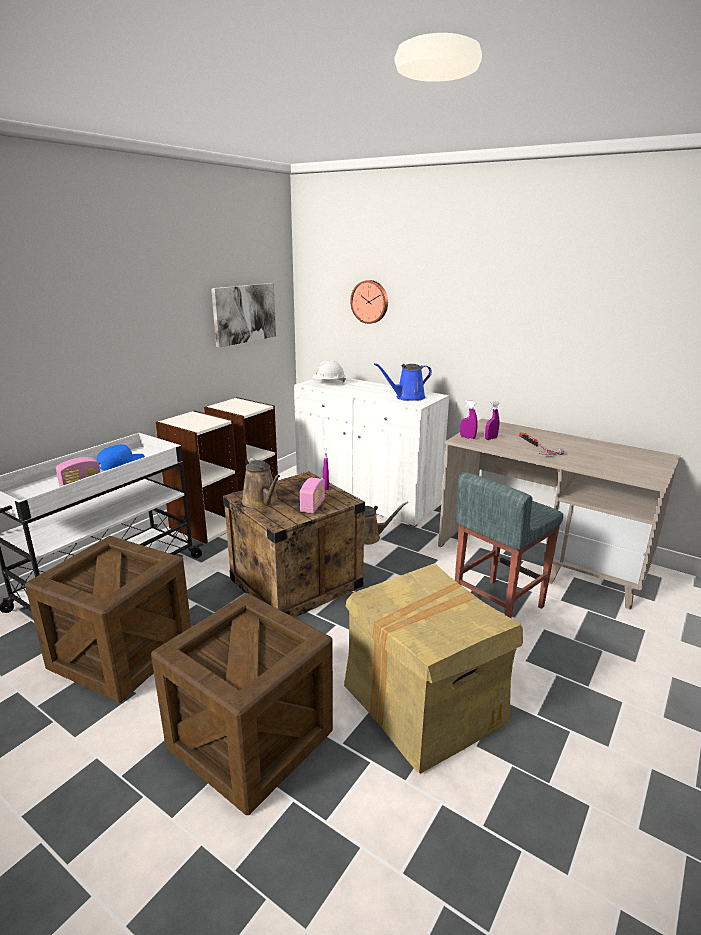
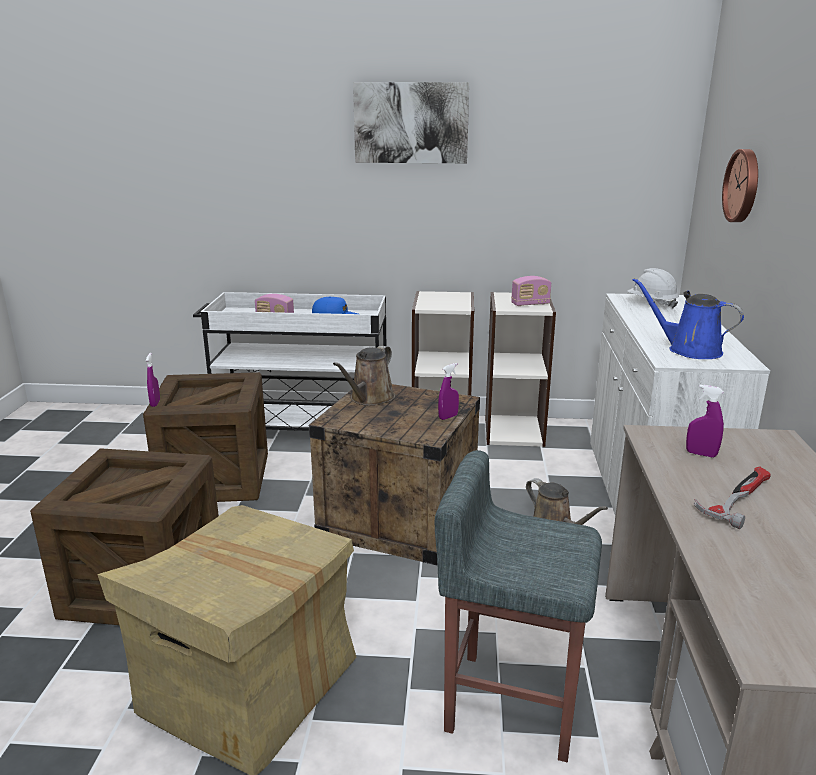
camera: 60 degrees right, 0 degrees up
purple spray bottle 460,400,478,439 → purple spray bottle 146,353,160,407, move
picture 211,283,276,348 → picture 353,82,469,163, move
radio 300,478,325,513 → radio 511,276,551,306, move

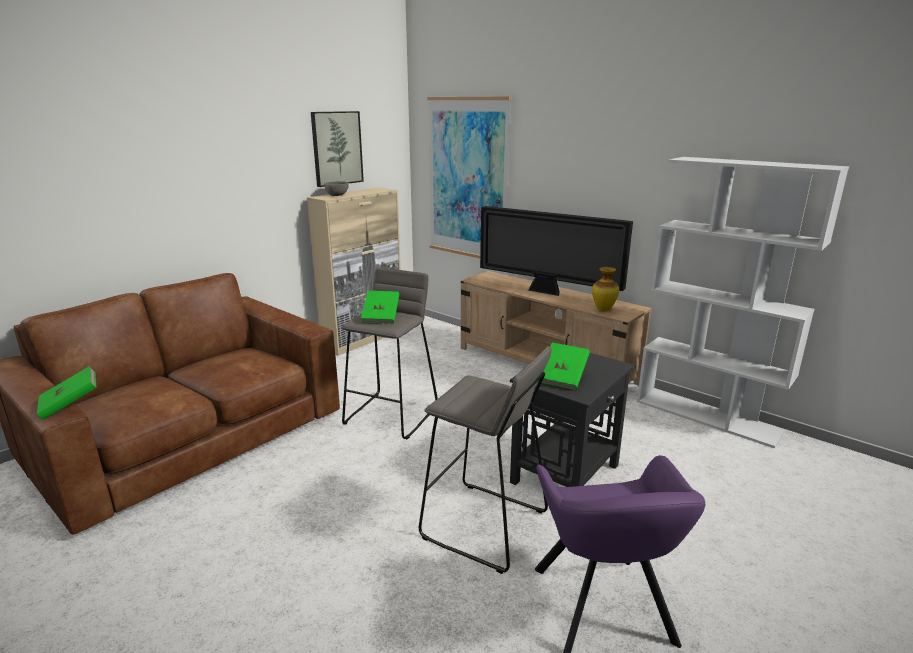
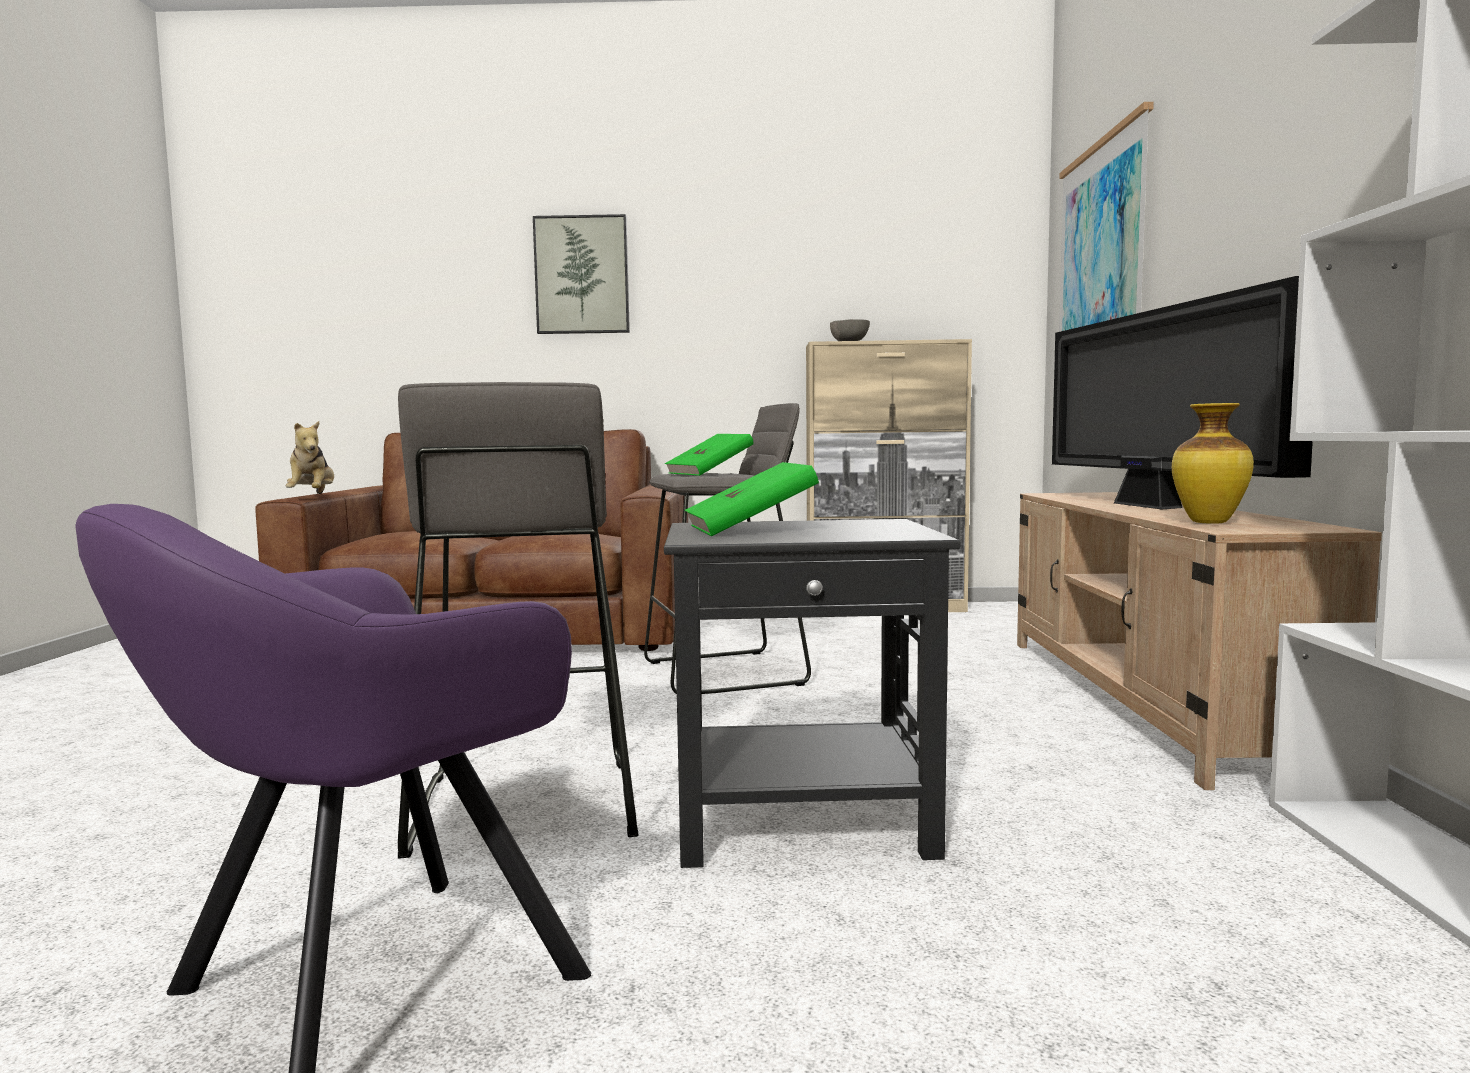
camera: 50 degrees right, 15 degrees down
green book 37,366,96,420 → plush toy 286,421,334,494
picture 311,111,364,187 → picture 533,214,630,334, move

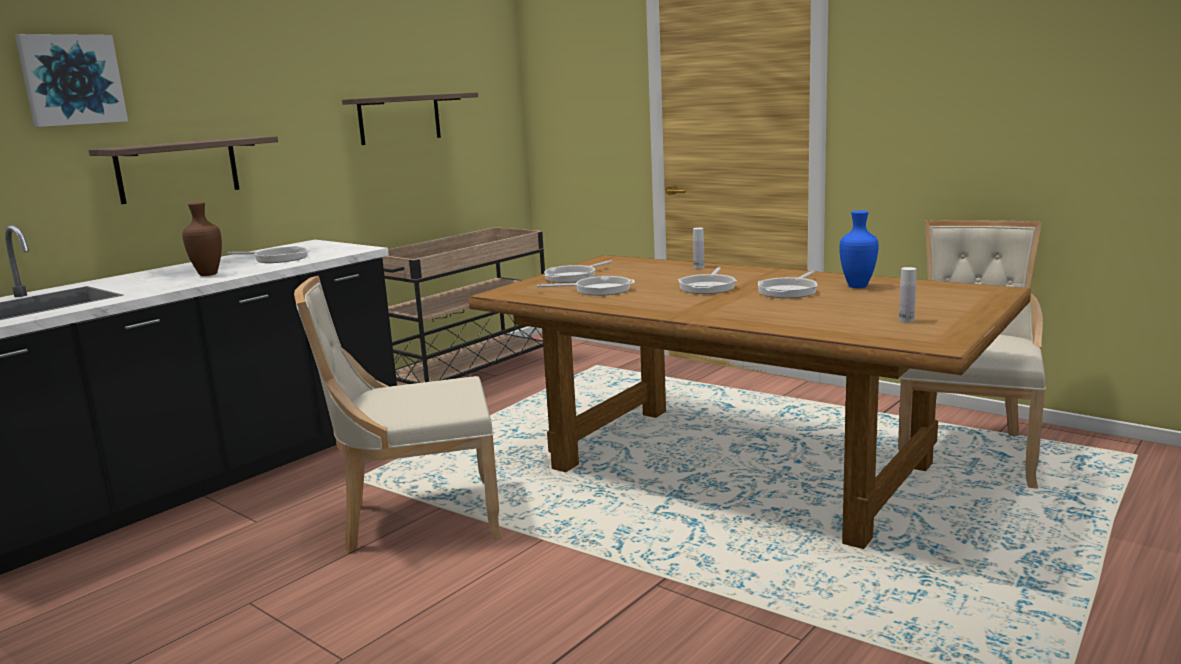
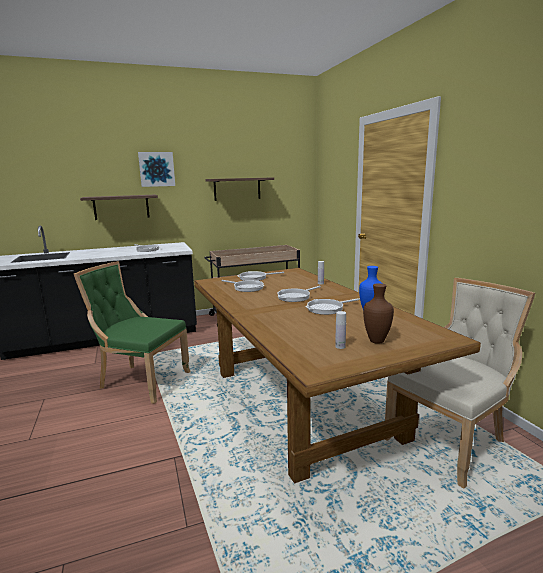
camera: 30 degrees right, 0 degrees up
beige chair 294,276,503,552 → green chair 74,261,191,404
picture 15,34,128,127 → picture 138,152,175,187, move
brown vase 182,202,222,276 → brown vase 363,283,394,344, move

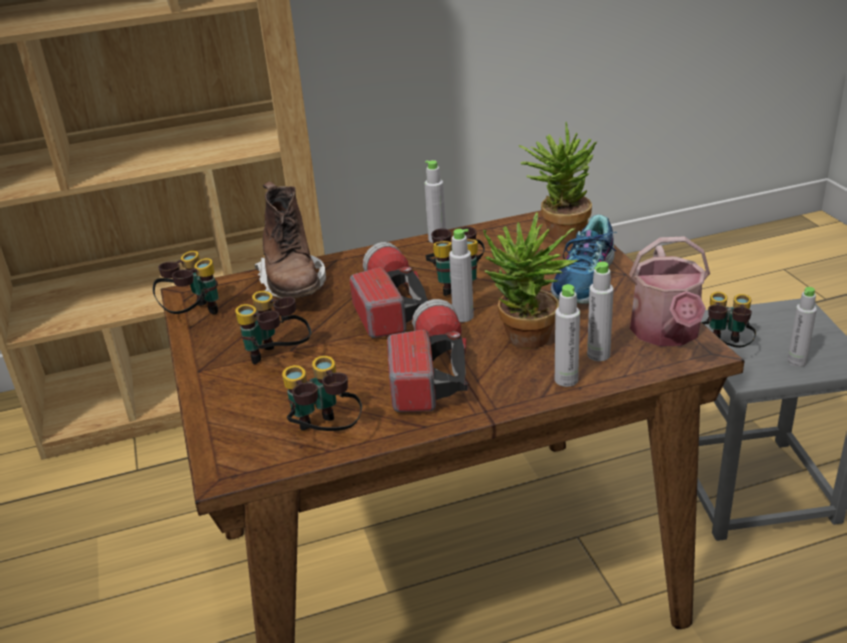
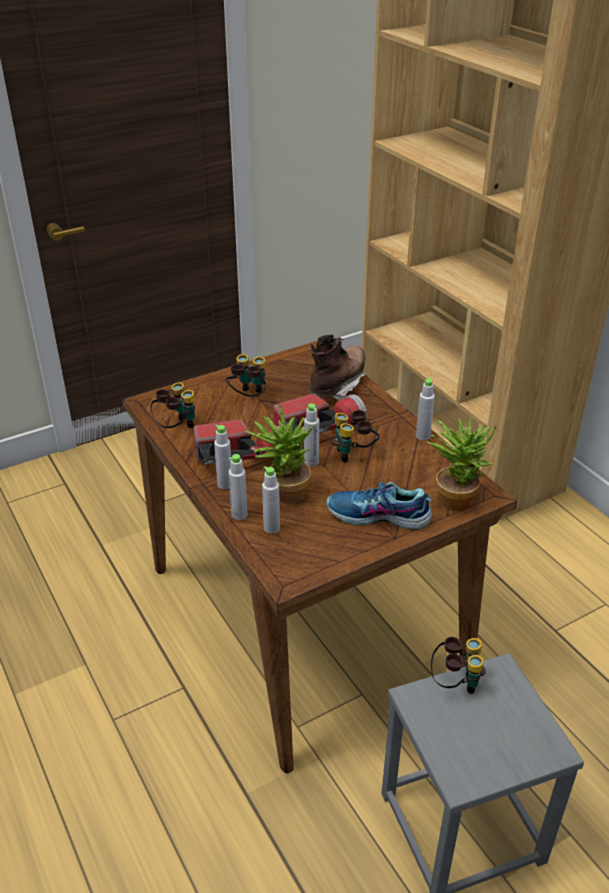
camera: 75 degrees right, 5 degrees up
grey bottle 787,287,817,367 → grey bottle 214,424,231,489, move
brown boot 255,182,326,298 → brown boot 309,334,366,401, 150 degrees clockwise
binoculars 153,251,218,314 → -
watering can 629,236,710,346 → -

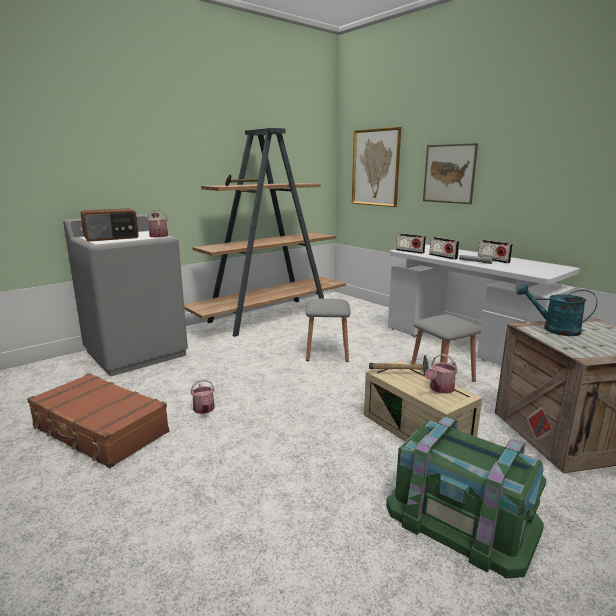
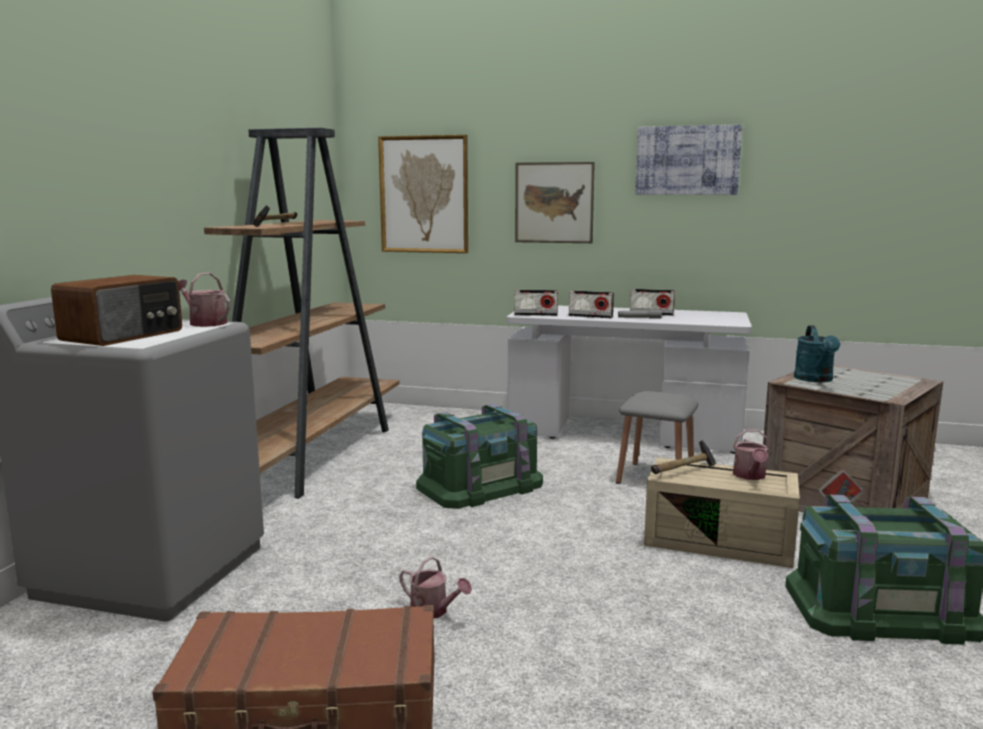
camera: 35 degrees left, 5 degrees down
grey stool 305,298,351,362 → green storage box 416,404,543,509
- → picture 635,124,742,195
turquoise watering can 517,283,597,336 → turquoise watering can 794,326,840,382, 75 degrees counterclockwise

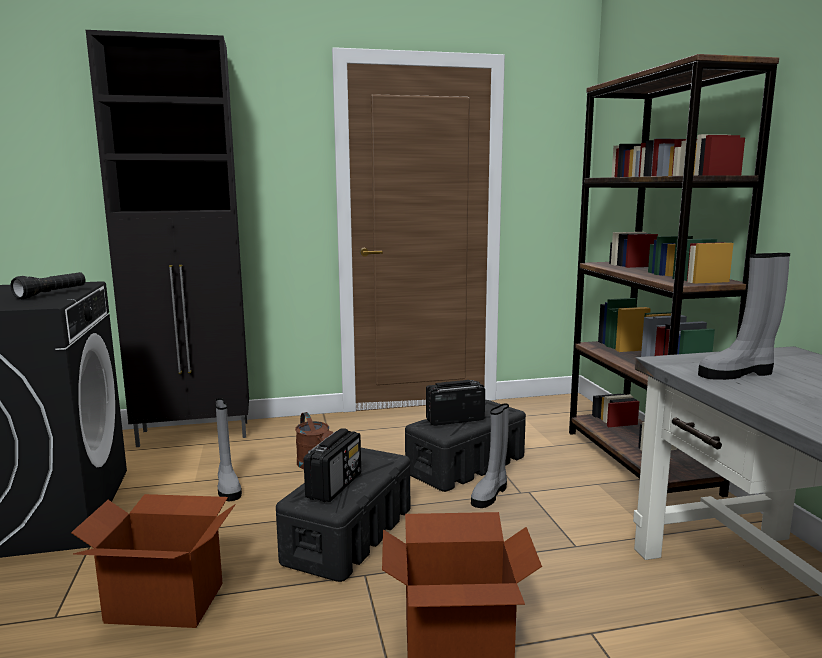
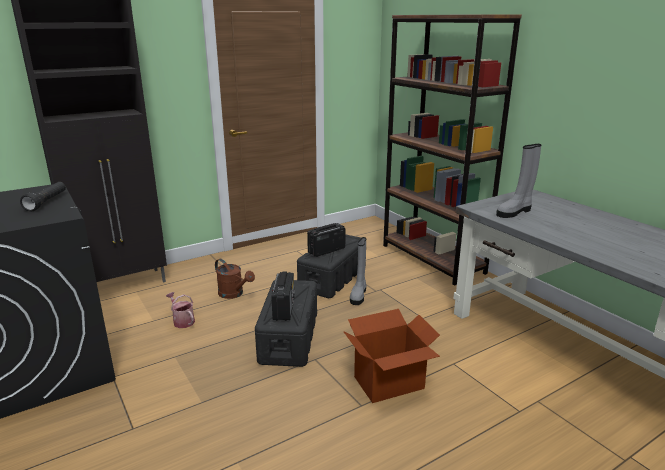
camera: 20 degrees left, 10 degrees up
grey boot 215,398,242,501 → watering can 166,292,195,328
cardboard box 71,494,236,628 → -

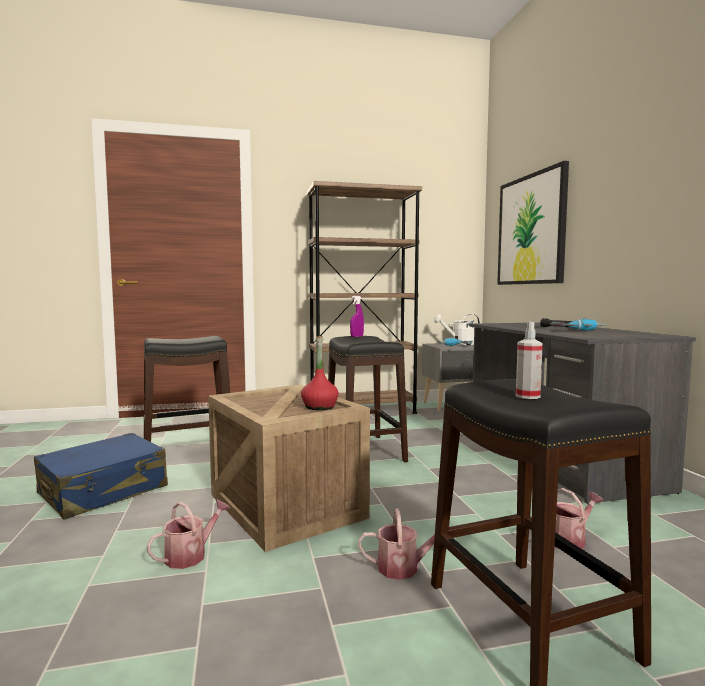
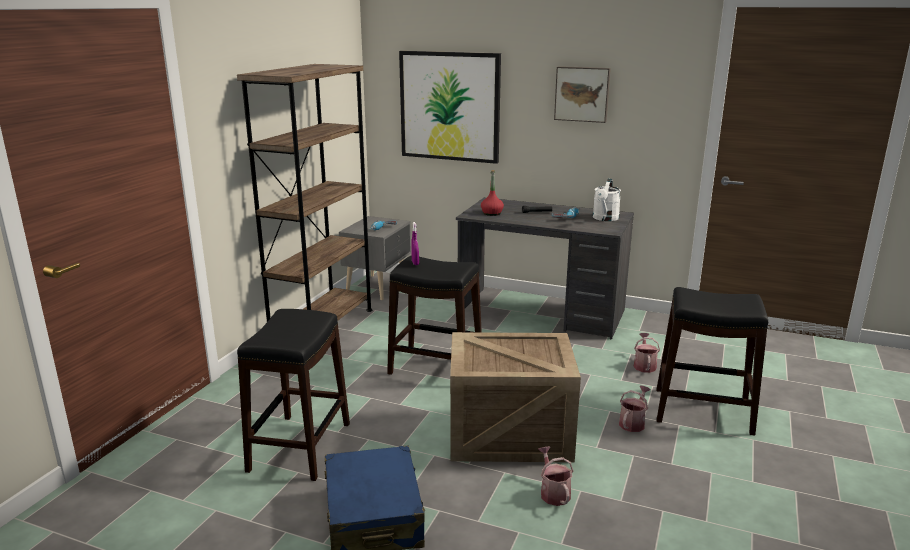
camera: 55 degrees left, 15 degrees up
red bottle 301,336,339,410 → red bottle 481,170,504,216, move
- → picture 554,66,611,123
white watering can 434,314,480,345 → white watering can 593,179,621,221, move
spray bottle 516,322,543,399 → -

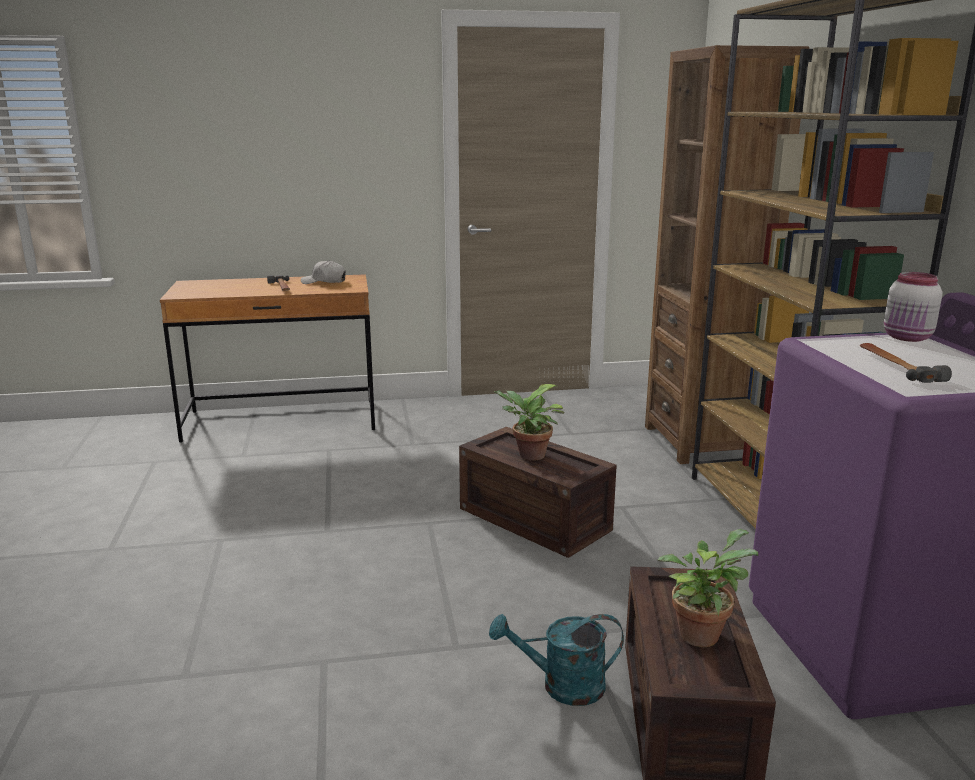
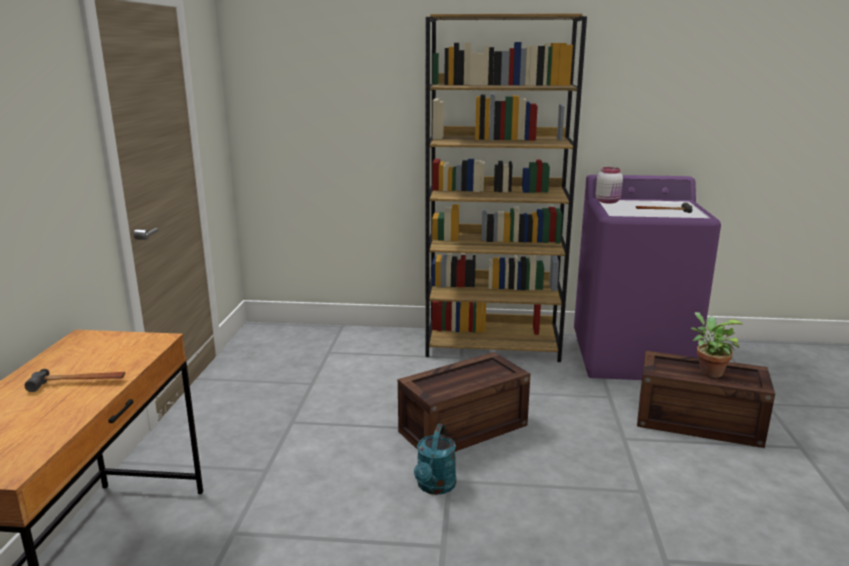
camera: 75 degrees left, 0 degrees up
turquoise watering can 489,614,624,706 → turquoise watering can 414,424,456,495, move
white cap 301,260,346,284 → -
potted plant 494,384,565,461 → -
brown bookcase 645,45,809,464 → -

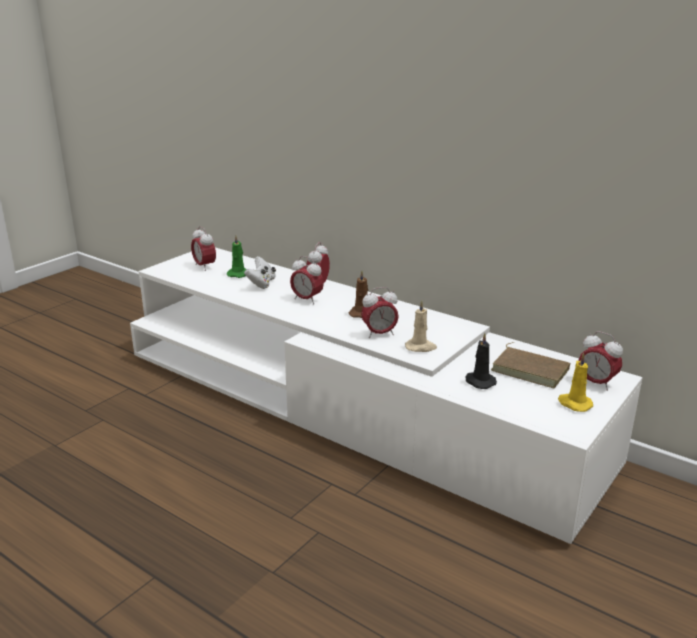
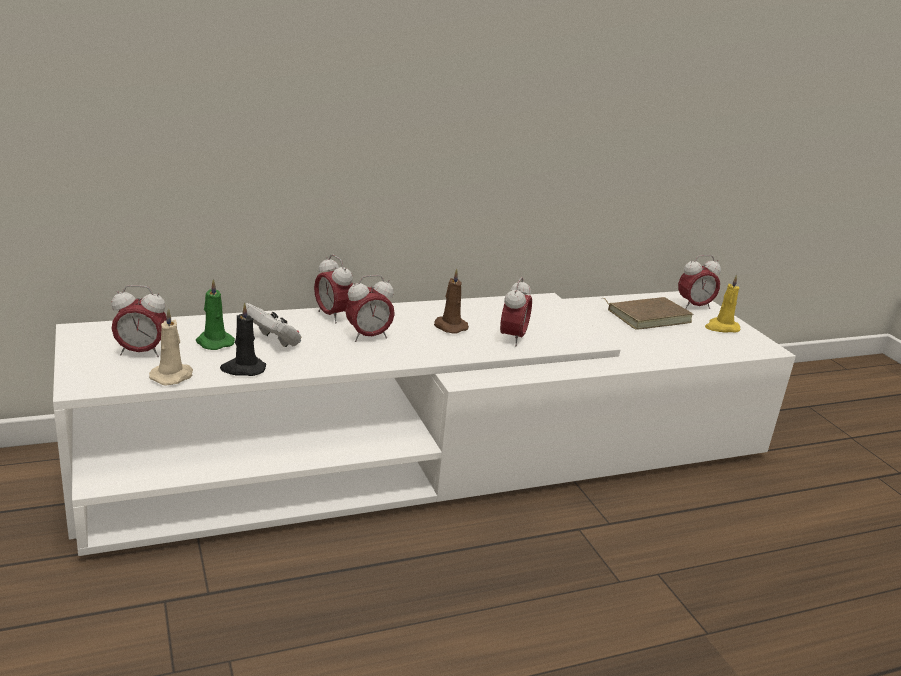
camera: 60 degrees left, 0 degrees up
beige candle 405,300,437,352 → beige candle 149,308,193,386, move
black candle 466,333,497,389 → black candle 220,302,266,376, move

